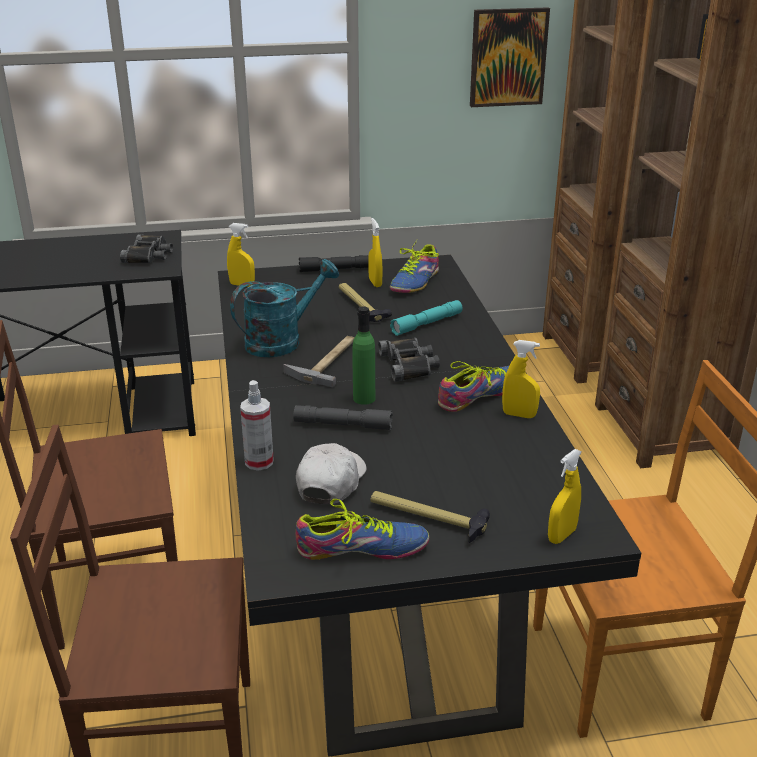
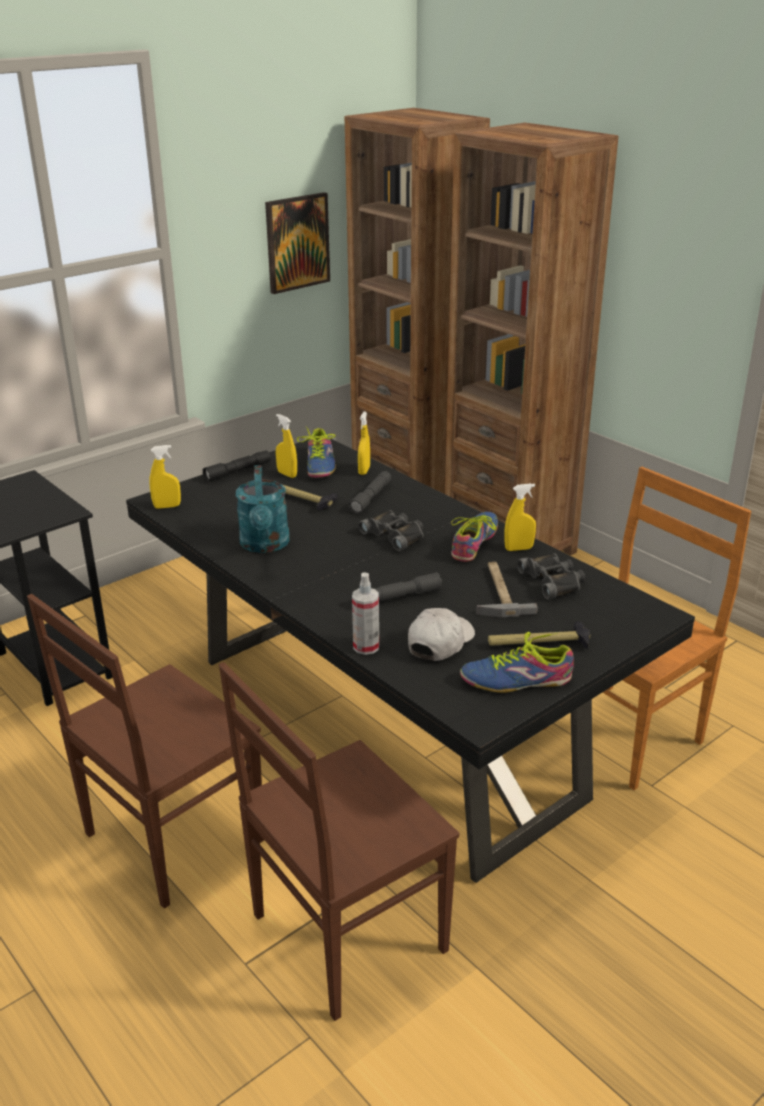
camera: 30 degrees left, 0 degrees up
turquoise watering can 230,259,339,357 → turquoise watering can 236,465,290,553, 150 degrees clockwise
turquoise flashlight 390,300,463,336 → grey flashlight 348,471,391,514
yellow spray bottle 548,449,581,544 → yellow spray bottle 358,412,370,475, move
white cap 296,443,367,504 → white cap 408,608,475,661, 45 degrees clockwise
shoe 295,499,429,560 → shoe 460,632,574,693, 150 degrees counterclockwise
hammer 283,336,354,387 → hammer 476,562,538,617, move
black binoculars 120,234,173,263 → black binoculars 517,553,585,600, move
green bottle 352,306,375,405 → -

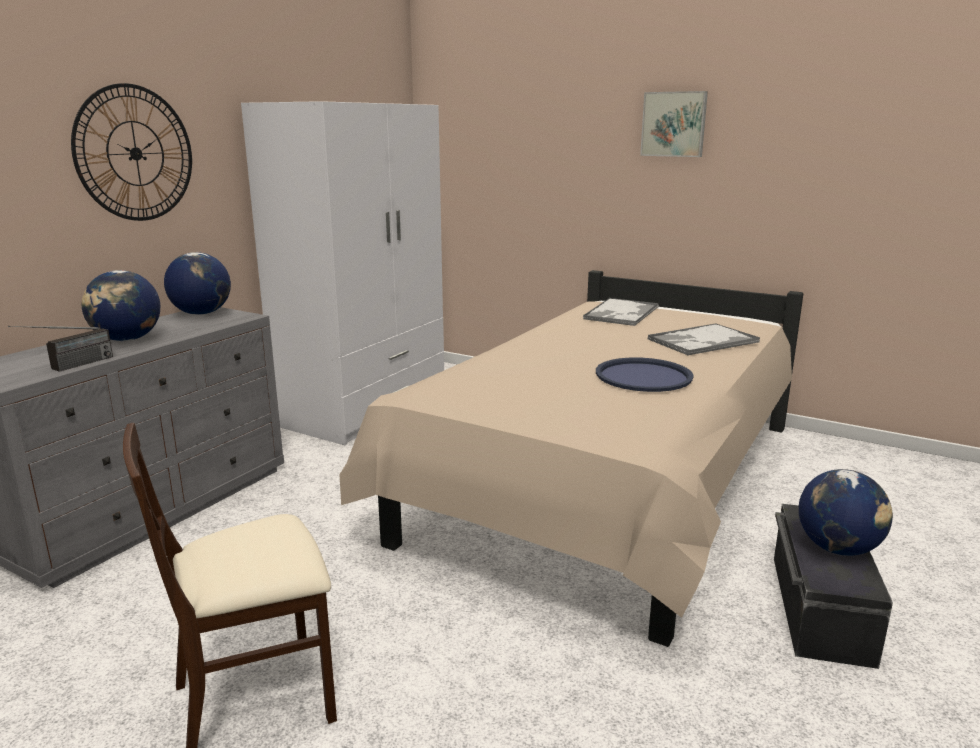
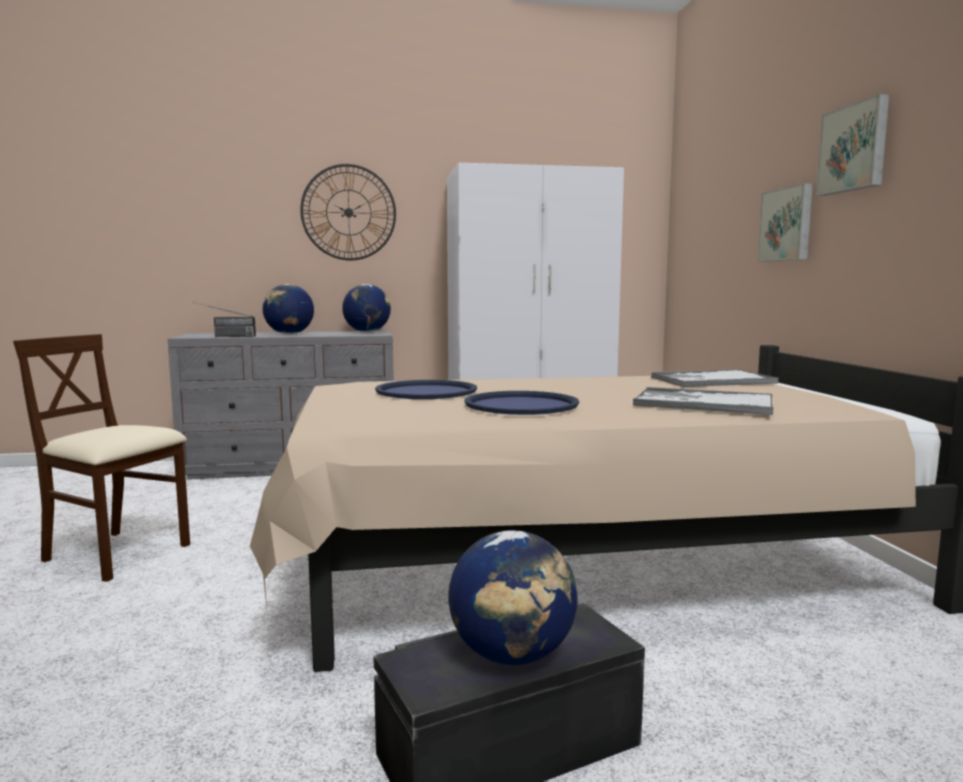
camera: 50 degrees right, 10 degrees down
- → blue tray 375,380,477,399
- → picture 757,183,813,261

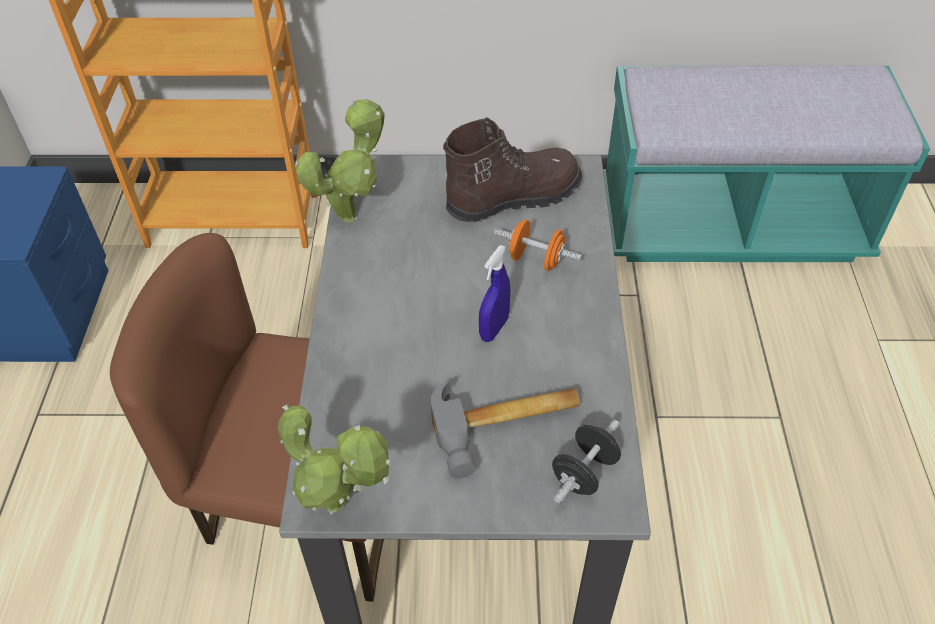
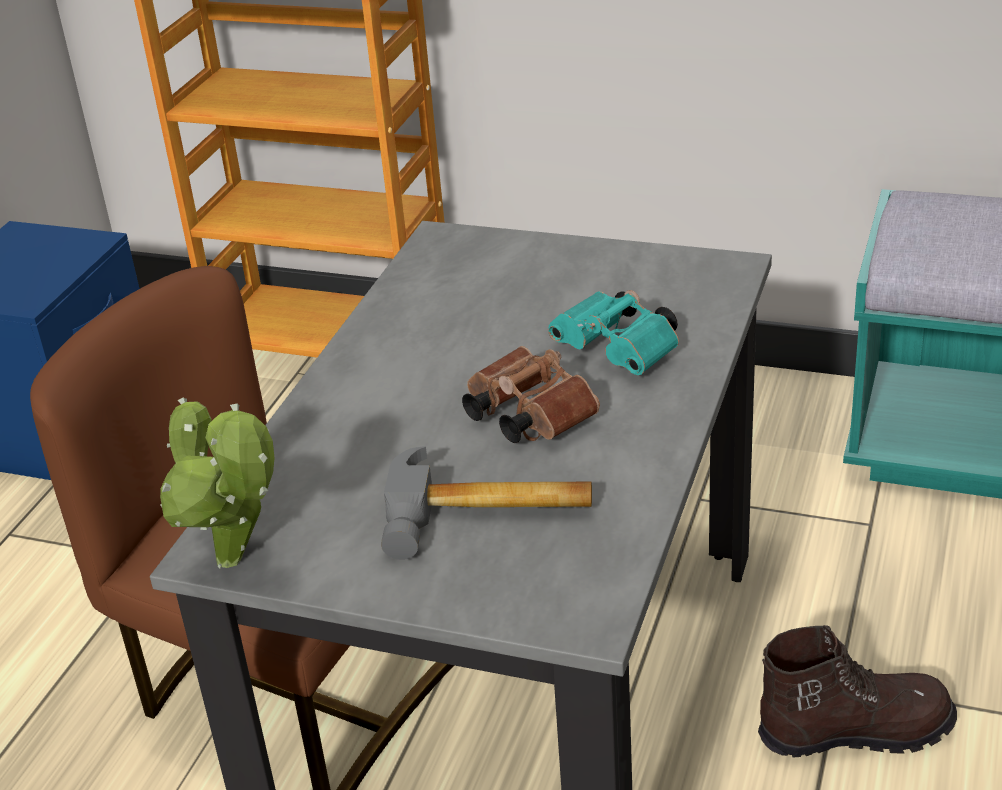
camera: 20 degrees right, 15 degrees down
blue spray bottle 479,245,511,342 → brown binoculars 462,346,600,443
orange dumbbell 494,219,582,271 → turquoise binoculars 548,290,679,375
brown boot 443,117,582,222 → brown boot 758,625,957,757, move
potted plant 295,99,385,223 → -
black dumbbell 552,420,621,503 → -

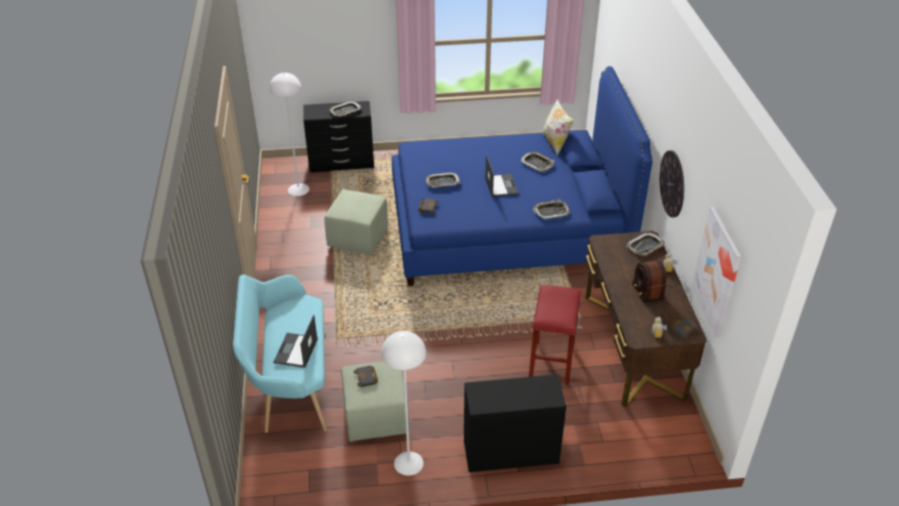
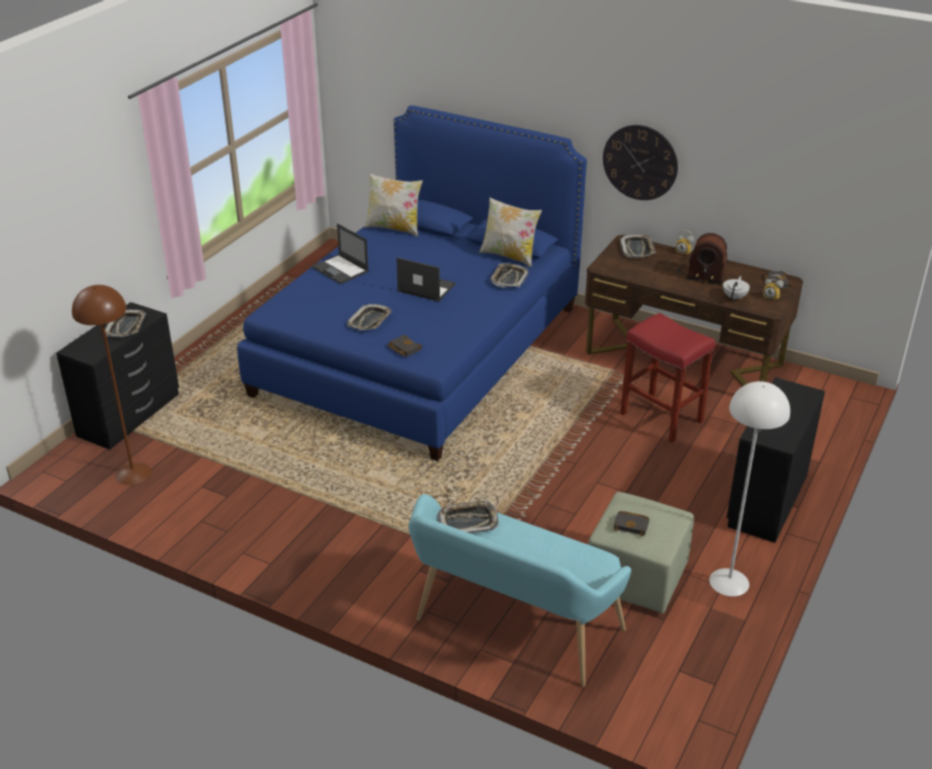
camera: 55 degrees left, 5 degrees down
white floor lamp 270,73,309,196 → brown floor lamp 72,285,151,485
laptop 273,315,318,368 → laptop 312,224,369,284, move
tray 520,152,554,172 → tray 437,500,499,533, move
- → pillow 479,197,542,267
- → white teapot 723,276,750,301
green ottoman 324,189,388,255 → -
picture 692,206,741,337 → -

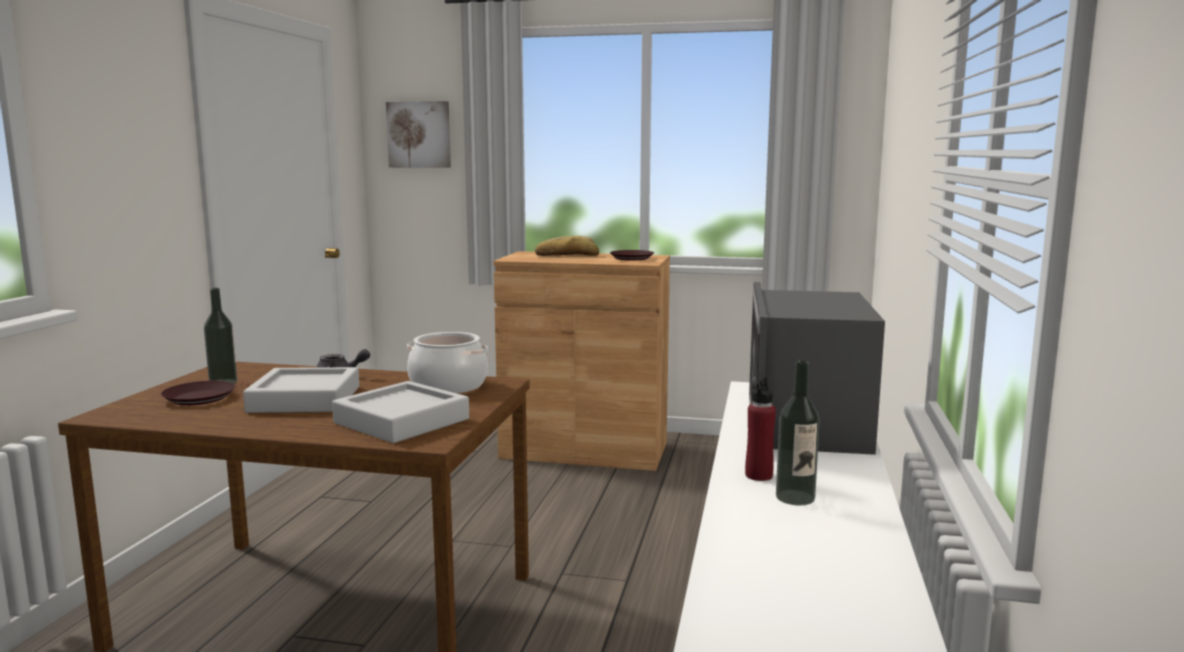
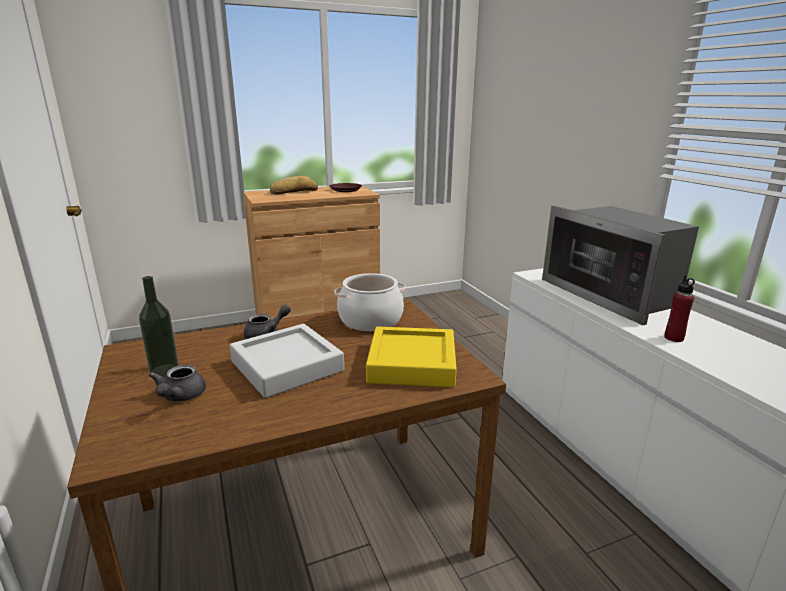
camera: 35 degrees left, 10 degrees up
brown plate 161,381,235,405 → grey teapot 149,365,206,402
grey tray 332,381,469,443 → yellow tray 366,326,457,387
picture 386,101,451,168 → -
bottle 776,360,820,506 → -

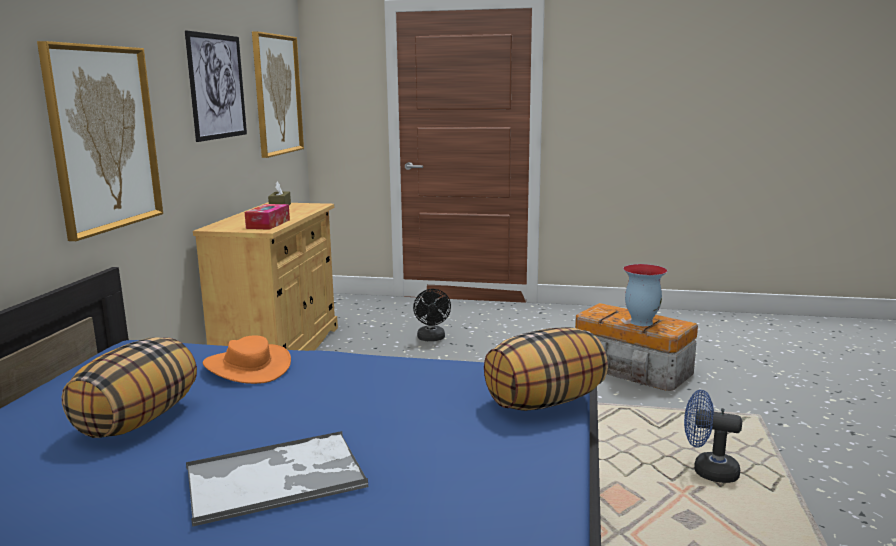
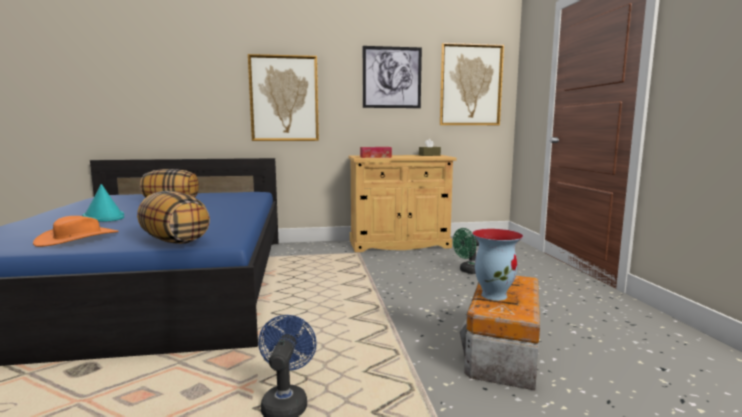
camera: 70 degrees right, 5 degrees down
orange hat 203,335,291,384 → orange hat 33,216,119,247, move
tray 186,431,368,527 → turquoise hat 82,184,124,221
black fan 413,289,451,341 → green fan 453,228,479,274

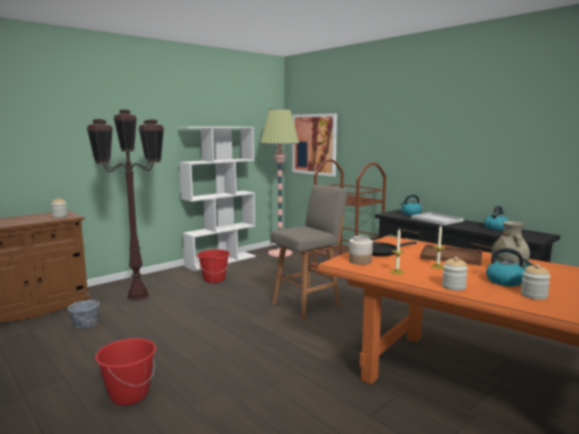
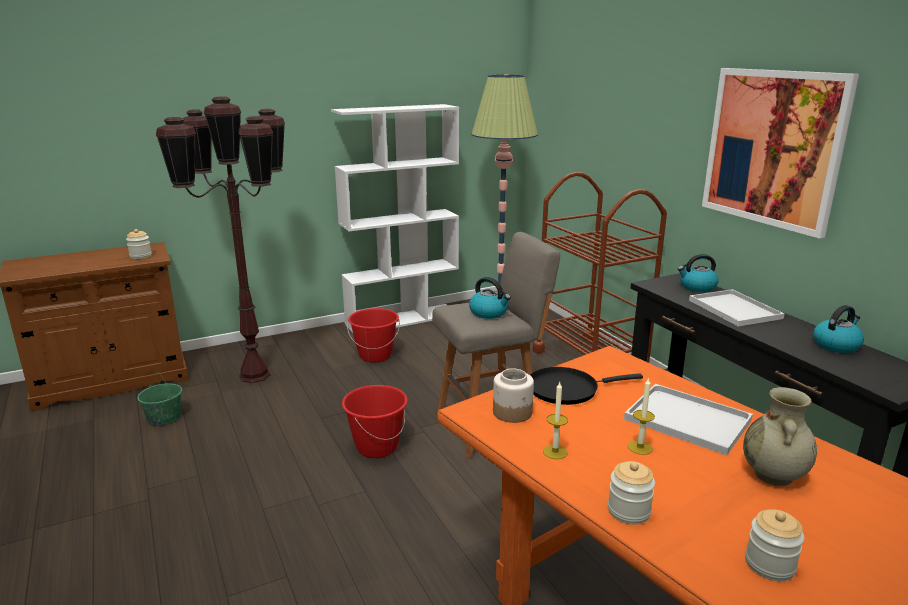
camera: 15 degrees right, 10 degrees up
grey bucket 68,290,99,329 → green bucket 137,372,182,426
red bucket 95,338,156,406 → red bucket 342,385,408,458, move
kettle 486,248,534,286 → kettle 469,277,511,319, move
brown tray 420,244,482,266 → white tray 624,384,753,456
picture 292,113,337,177 → picture 702,68,859,239, move

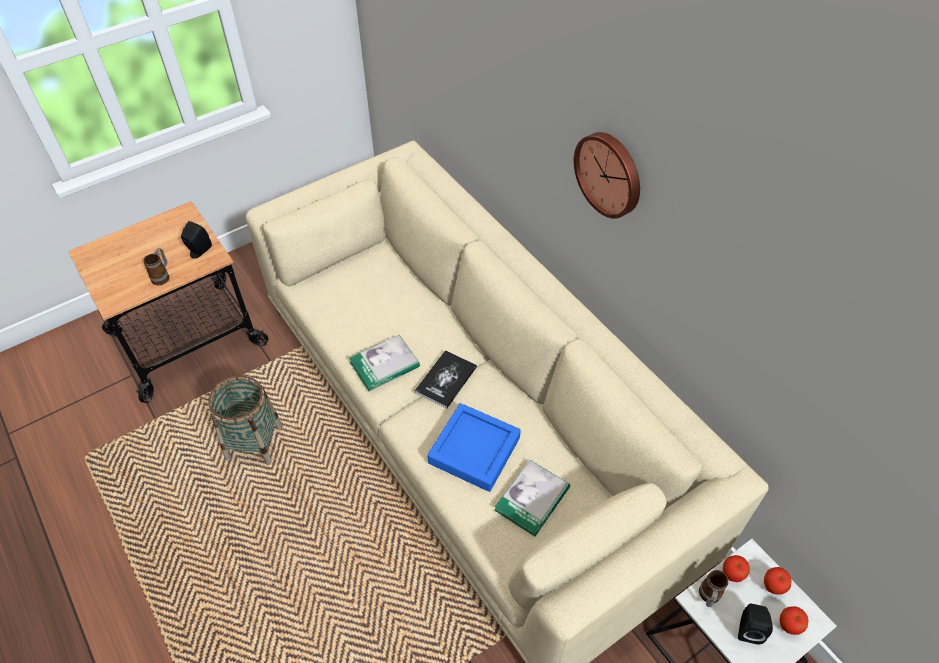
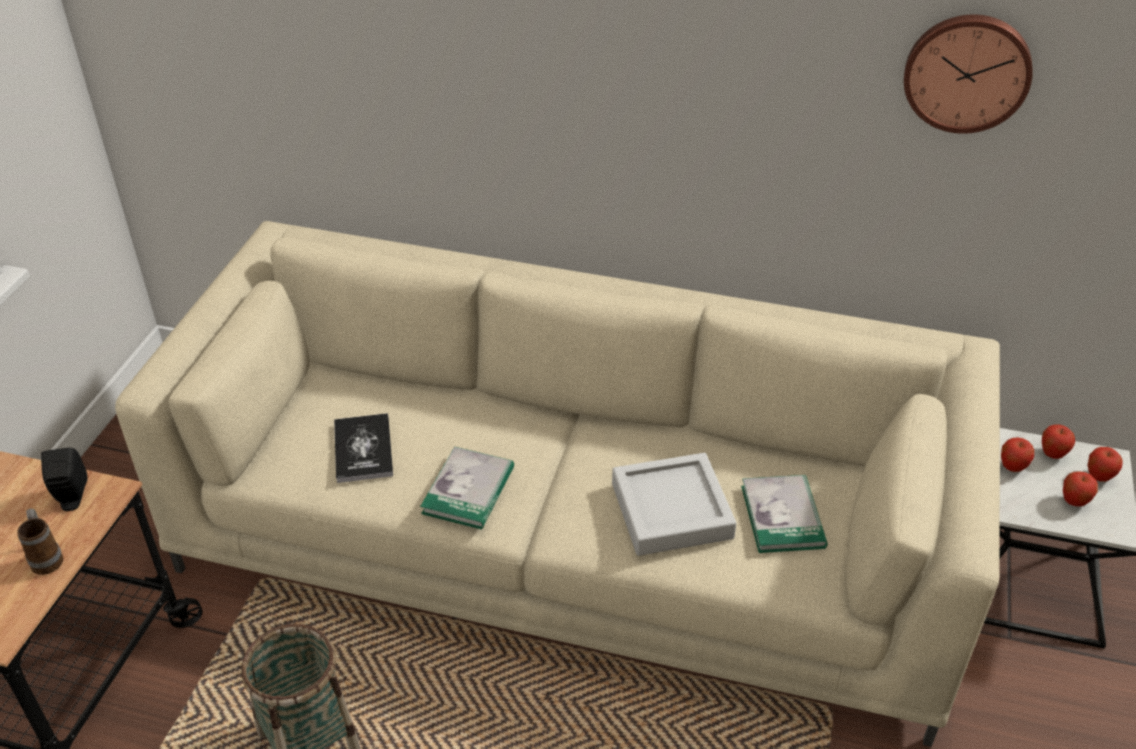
camera: 40 degrees left, 10 degrees down
book 415,350,477,409 → book 334,413,393,483, move
blue tray 427,403,521,492 → grey tray 612,453,736,556
wall clock 574,132,640,219 → wall clock 904,14,1033,134, move
black speaker 738,604,773,645 → apple 1063,471,1098,506
mug 699,570,728,607 → -

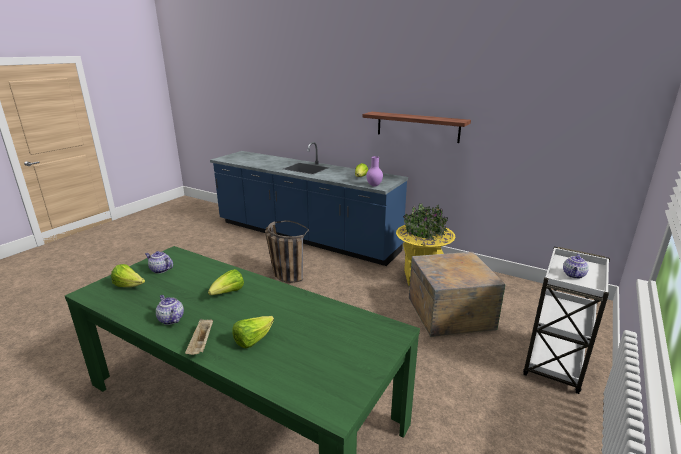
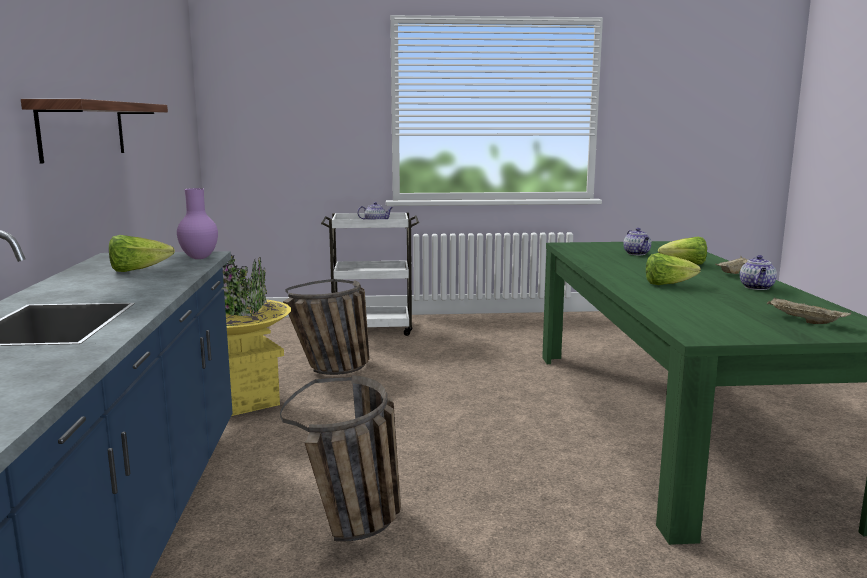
camera: 125 degrees left, 10 degrees down
crate 409,252,506,337 → basket 283,279,369,375
teapot 145,251,173,274 → teapot 623,228,651,255, move
lettuce 111,264,145,287 → beige tray 767,298,851,324

